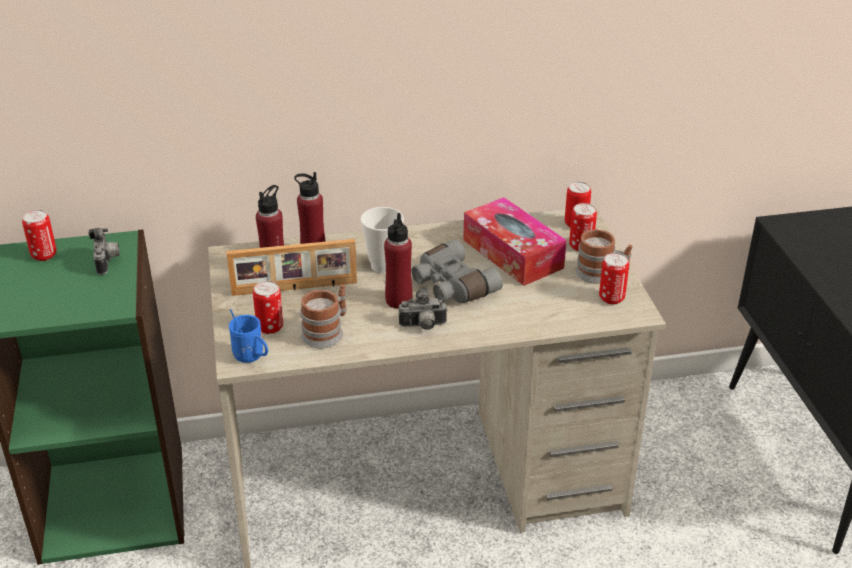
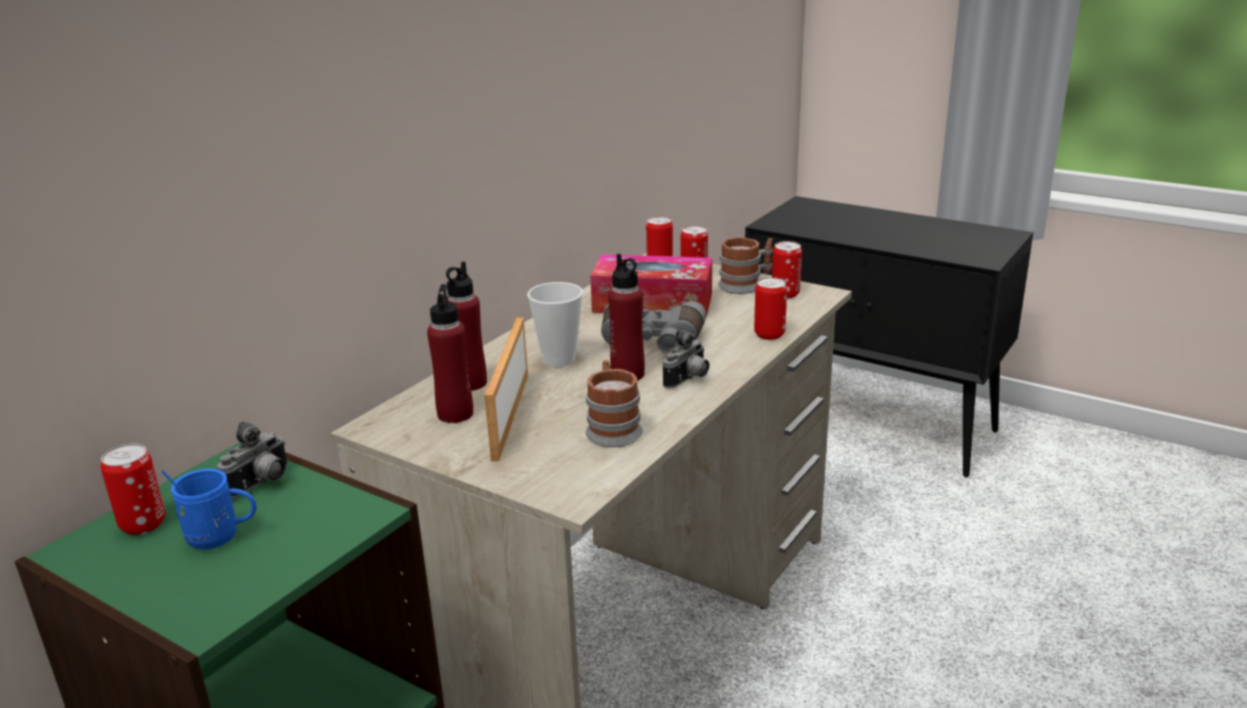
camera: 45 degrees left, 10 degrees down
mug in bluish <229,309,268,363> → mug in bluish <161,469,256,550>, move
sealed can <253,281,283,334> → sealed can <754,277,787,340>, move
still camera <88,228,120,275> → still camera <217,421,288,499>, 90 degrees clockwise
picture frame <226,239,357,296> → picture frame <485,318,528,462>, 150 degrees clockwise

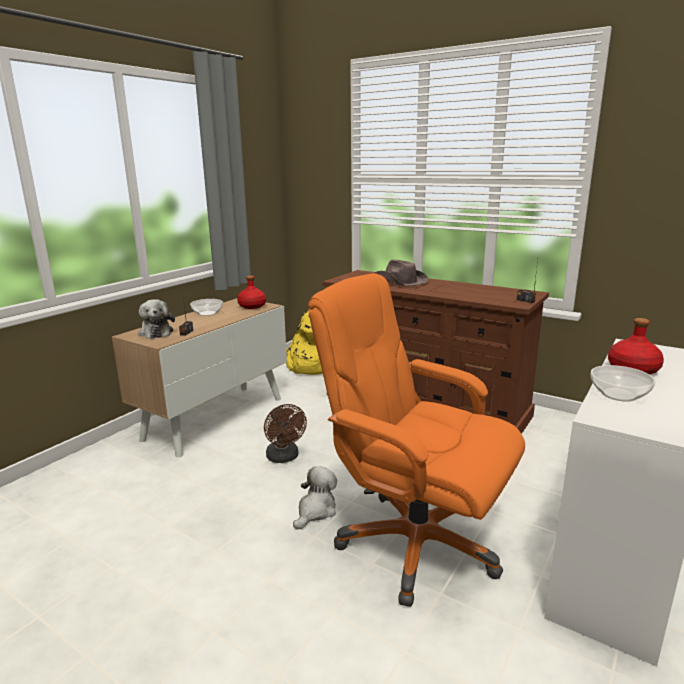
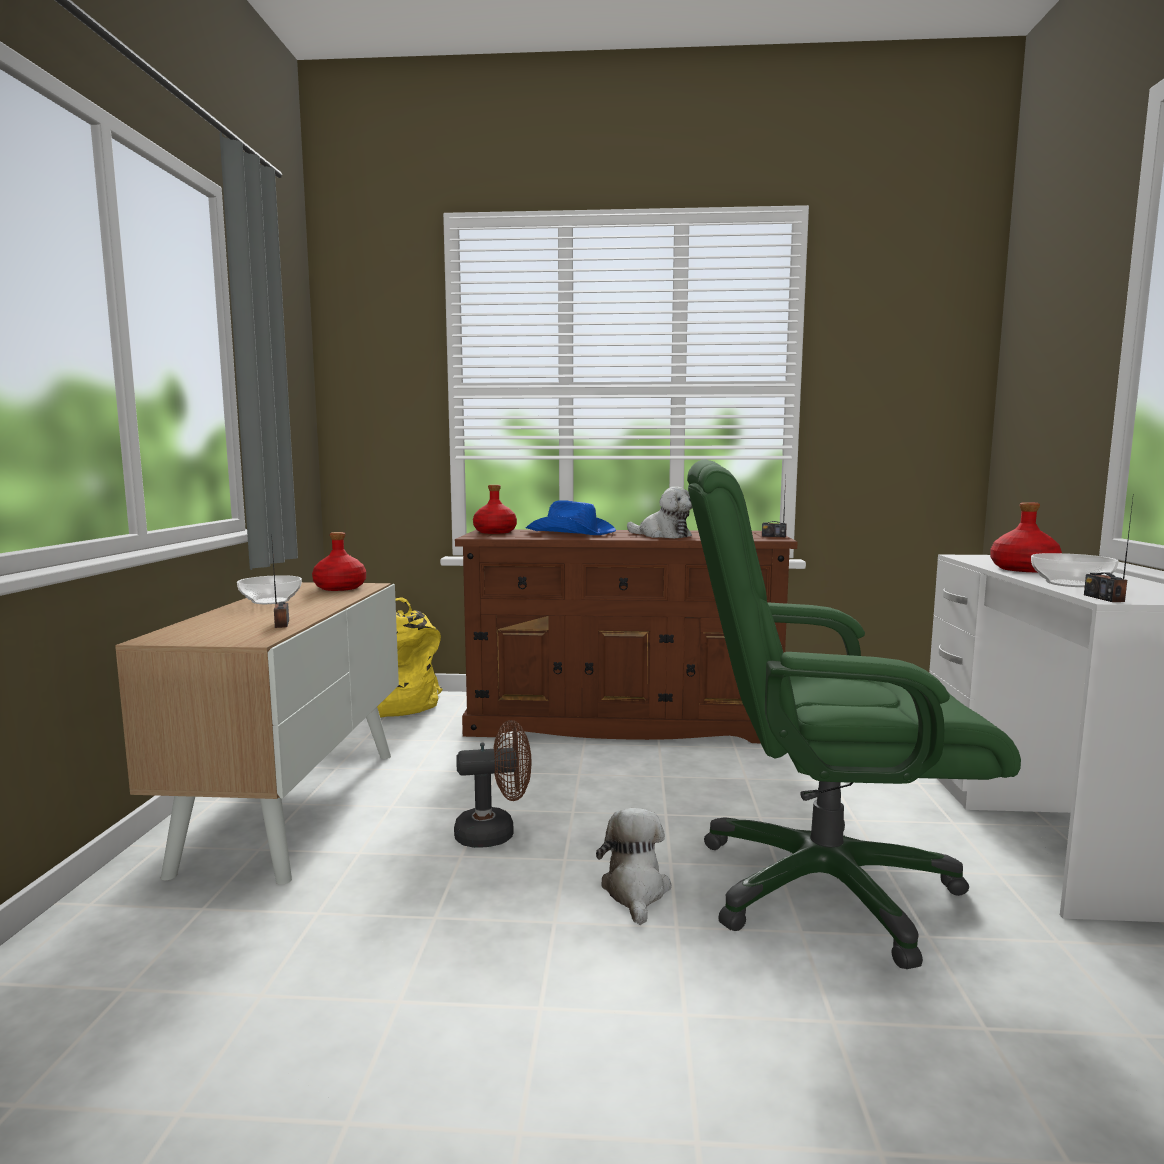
camera: 30 degrees left, 10 degrees down
- → beverage bottle in red <473,485,517,534>
- → radio <1084,499,1133,602>
cuddly toy <138,299,175,339> → cuddly toy <627,487,692,538>, move
office chair in orangey <308,273,525,607> → office chair in greenish <687,459,1021,969>
clothing hat in brown <375,260,429,286> → clothing hat in bluish <526,500,616,535>
fan in brown <264,404,307,463> → fan in brown <454,720,531,848>, 45 degrees counterclockwise

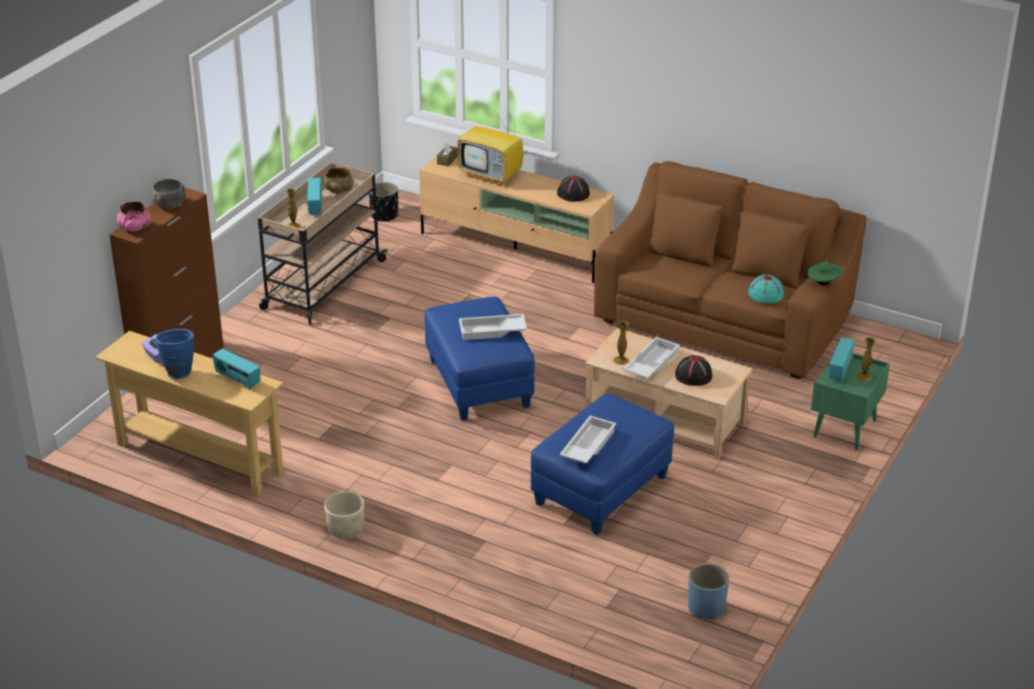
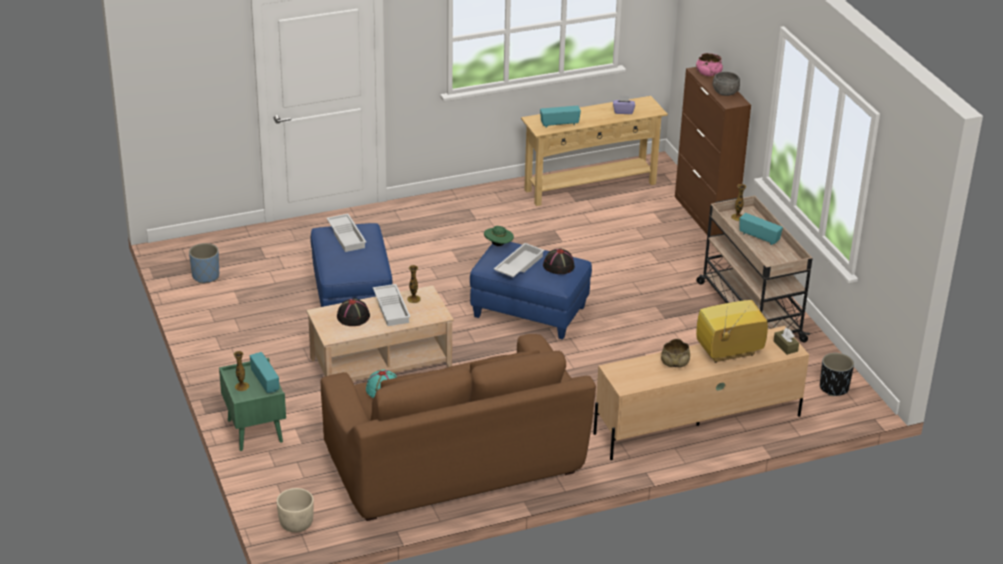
camera: 130 degrees right, 0 degrees up
flower vase in bluish <155,329,194,379> → -
deep dish in beige <323,168,354,193> → deep dish in beige <661,339,690,367>, move
flower pot in beige <324,491,364,539> → flower pot in beige <277,488,314,533>, move
clothing hat in black-coloured <557,176,590,202> → clothing hat in black-coloured <543,248,575,274>, move
clothing hat in greenish <807,260,842,285> → clothing hat in greenish <484,226,514,246>, move

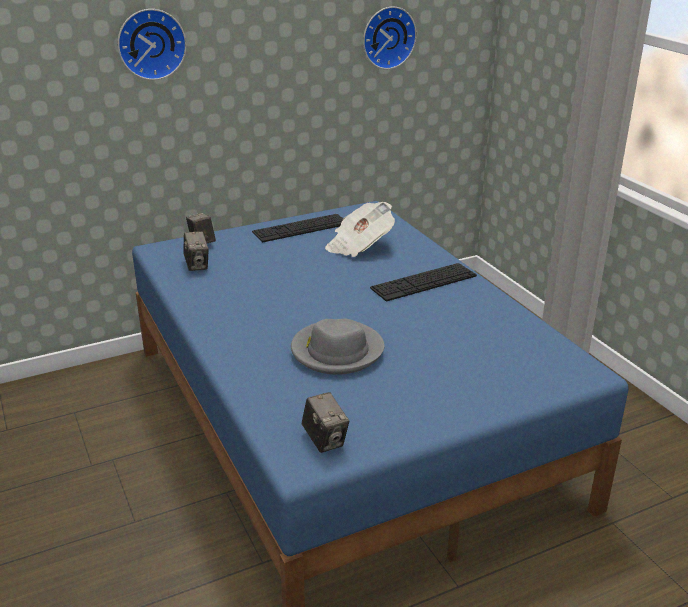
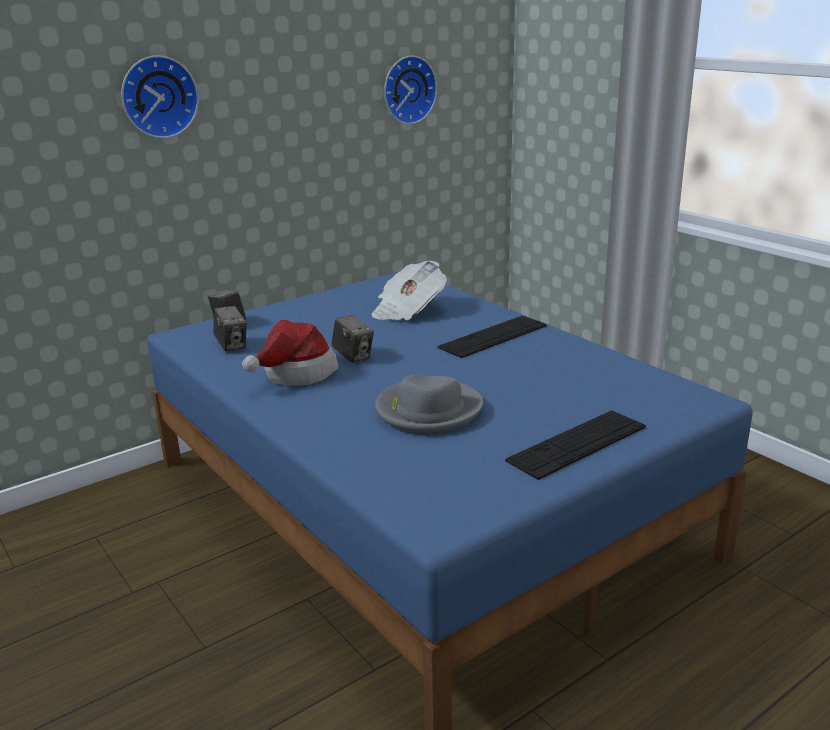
camera: 10 degrees left, 5 degrees down
- → clothing hat <242,319,338,386>
PC keyboard <252,214,343,242> → PC keyboard <505,410,646,480>, move
still camera <301,392,349,453> → still camera <331,315,374,363>, move

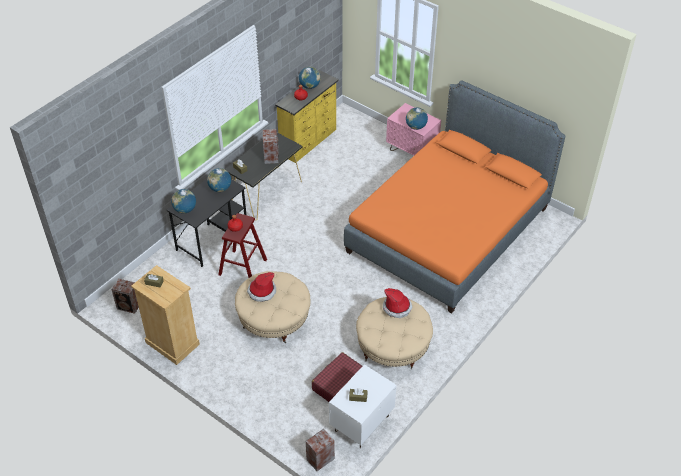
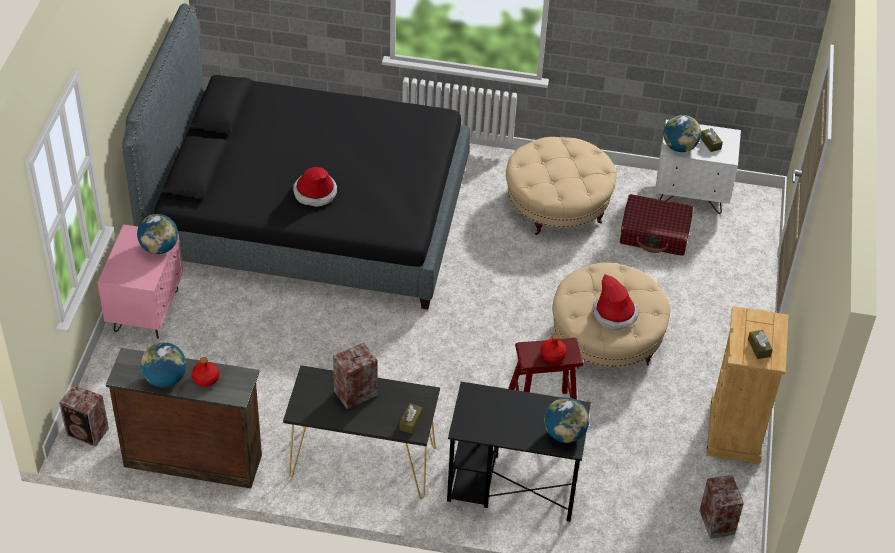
camera: 120 degrees left, 0 degrees up
desk globe <207,168,231,192> → desk globe <663,115,701,152>, move
audio speaker <306,429,335,471> → audio speaker <59,385,109,447>, move
clothing hat <383,288,412,318> → clothing hat <293,167,337,207>, move
drawer chest in yellowish <275,71,339,163> → drawer chest in brown <106,348,262,488>
bedroom bed in orangey <344,81,565,313> → bedroom bed in black-coloured <122,3,470,309>

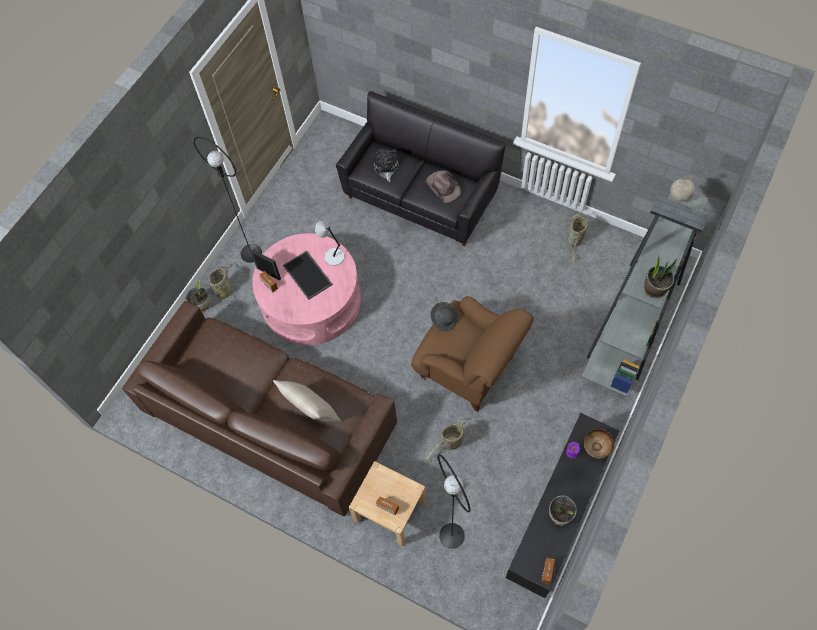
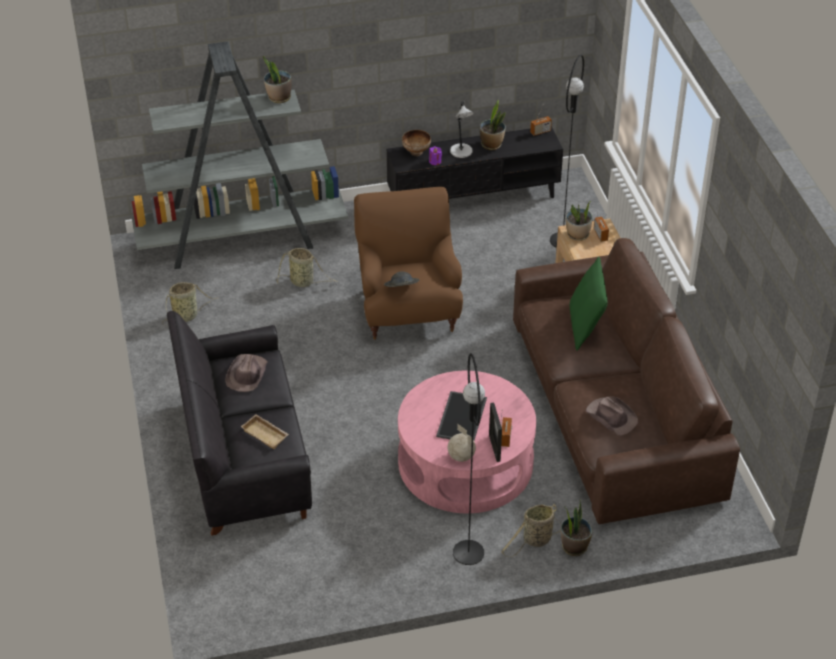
camera: 135 degrees left, 20 degrees down
- → houseplant <566,201,593,241>
- → clothing hat in brown <586,396,638,436>
table lamp in greyish <315,221,345,266> → table lamp in greyish <450,101,474,158>, move
storage basket <426,419,471,463> → storage basket <277,248,338,287>, move
desk globe <671,175,695,202> → desk globe <448,424,476,462>, move
cuddly toy <372,149,399,182> → tray in beige <241,414,289,449>
cushion in beige <273,380,341,422> → cushion in greenish <570,257,608,351>

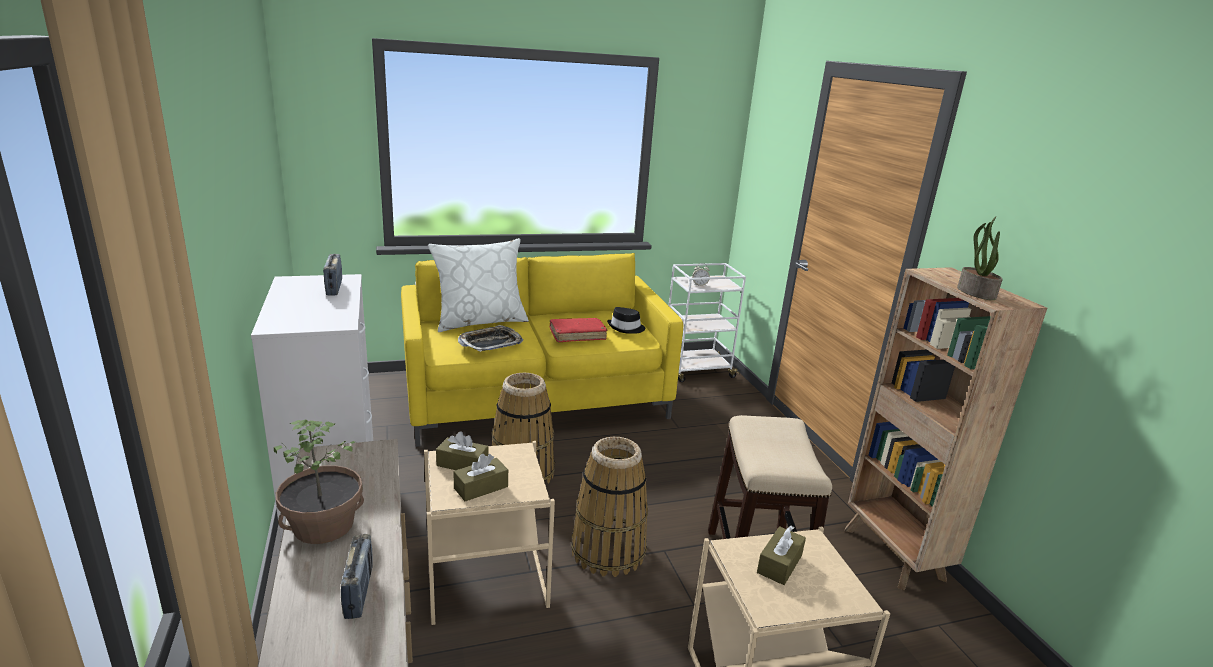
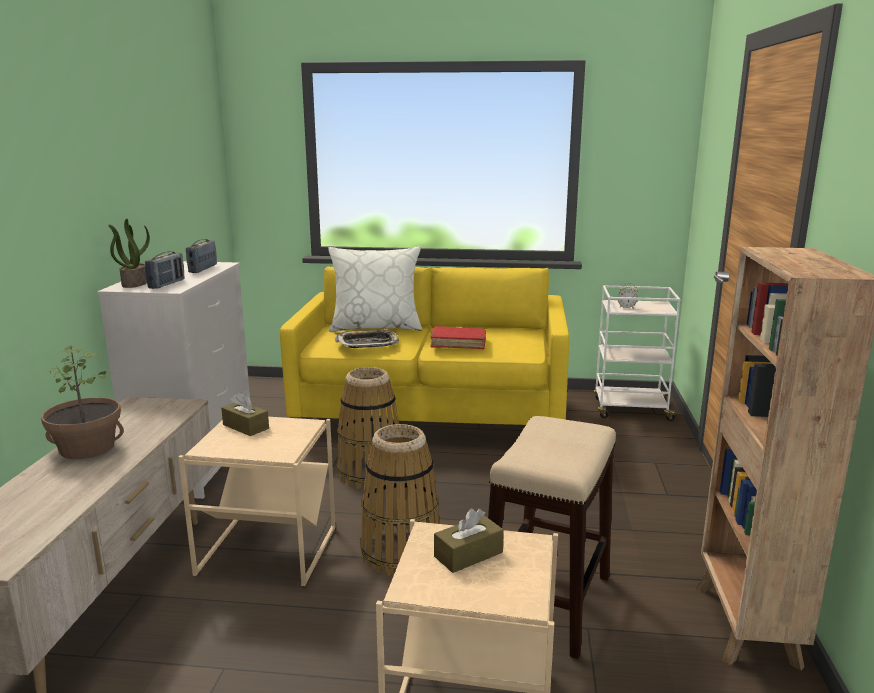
camera: 25 degrees right, 5 degrees down
tissue box in brown <453,454,508,501> → -
clothing hat in black-coloured <607,307,645,334> → -
radio <341,534,373,619> → radio <145,251,185,289>, move
houseplant <957,217,1003,300> → houseplant <108,219,150,288>, move

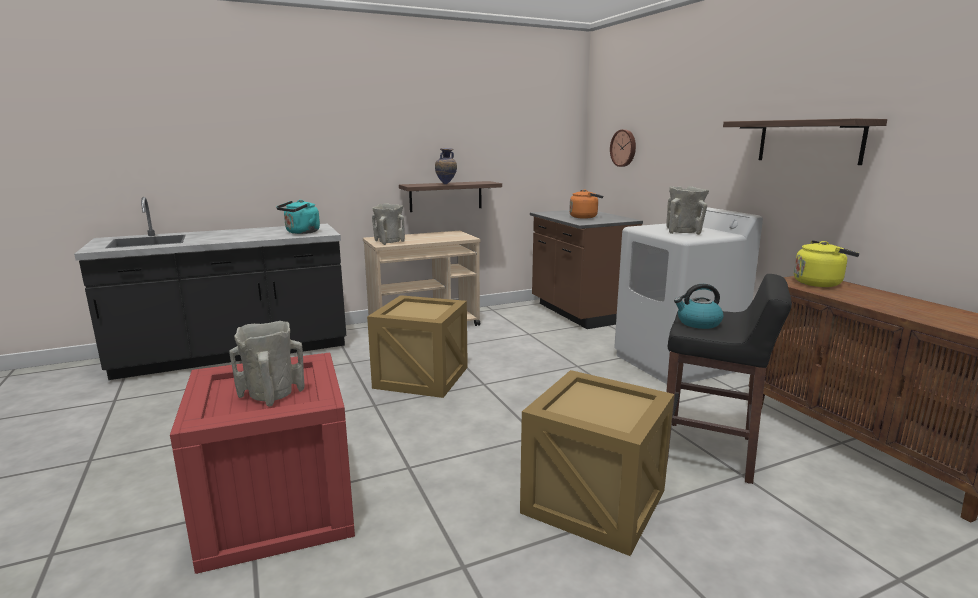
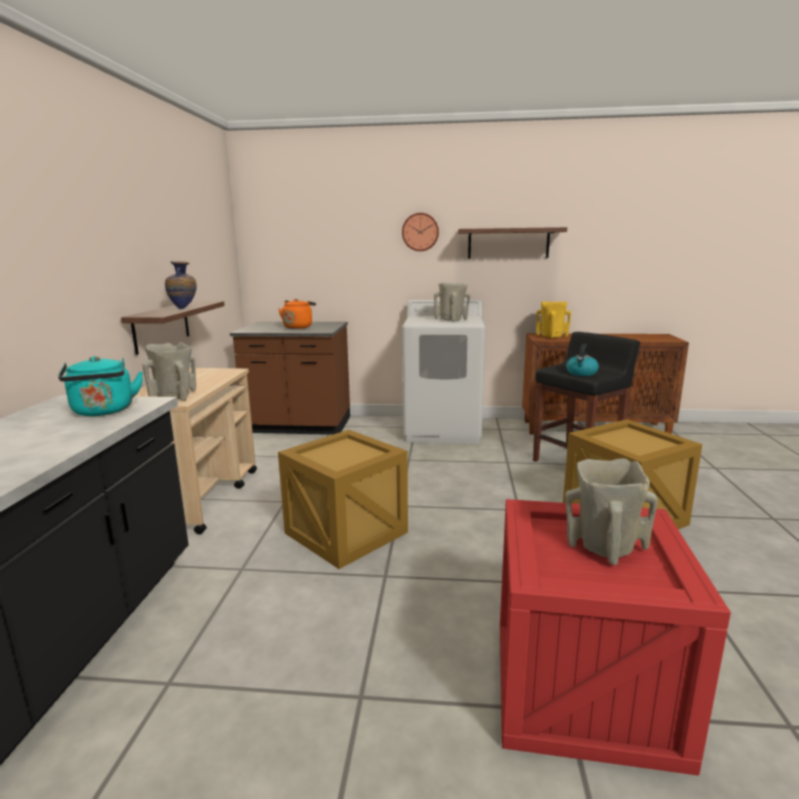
camera: 60 degrees left, 0 degrees up
clock on the wall <610,130,636,167> → clock on the wall <402,213,439,251>, move
tea kettle in yellowish <794,240,860,287> → flower vase in yellowish <536,301,571,338>

